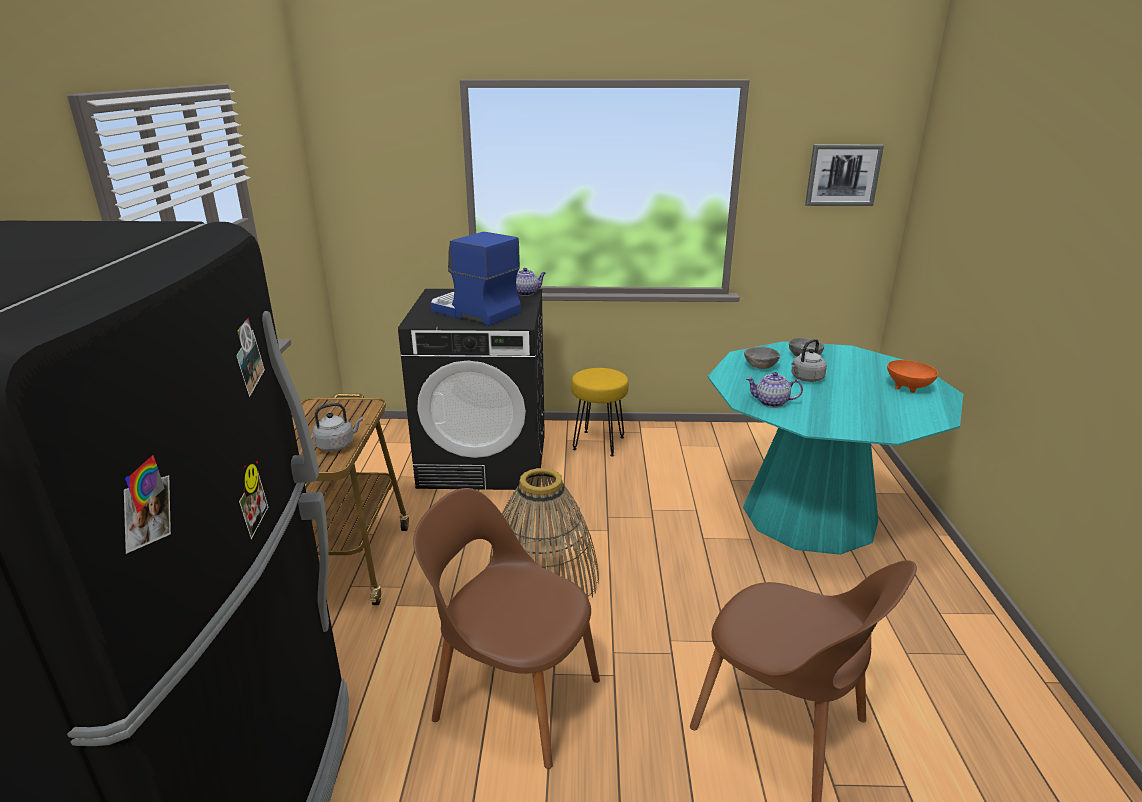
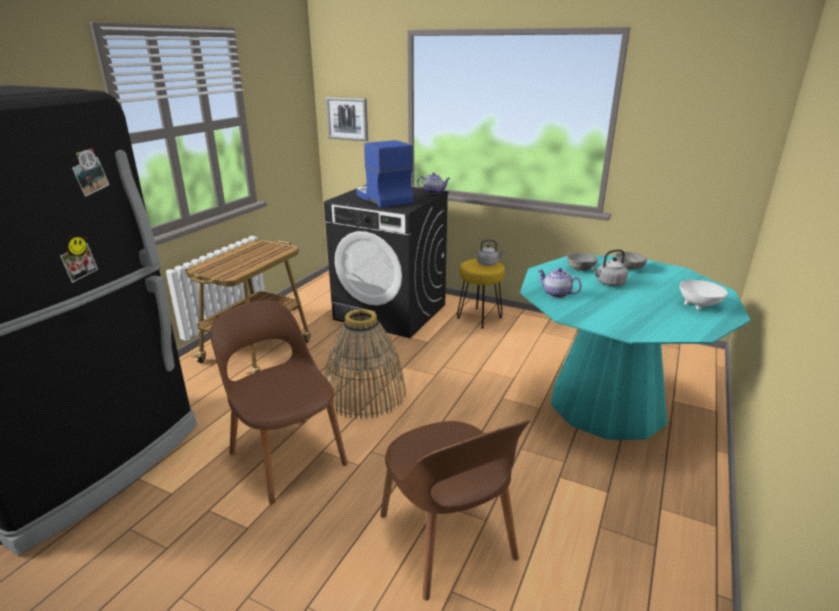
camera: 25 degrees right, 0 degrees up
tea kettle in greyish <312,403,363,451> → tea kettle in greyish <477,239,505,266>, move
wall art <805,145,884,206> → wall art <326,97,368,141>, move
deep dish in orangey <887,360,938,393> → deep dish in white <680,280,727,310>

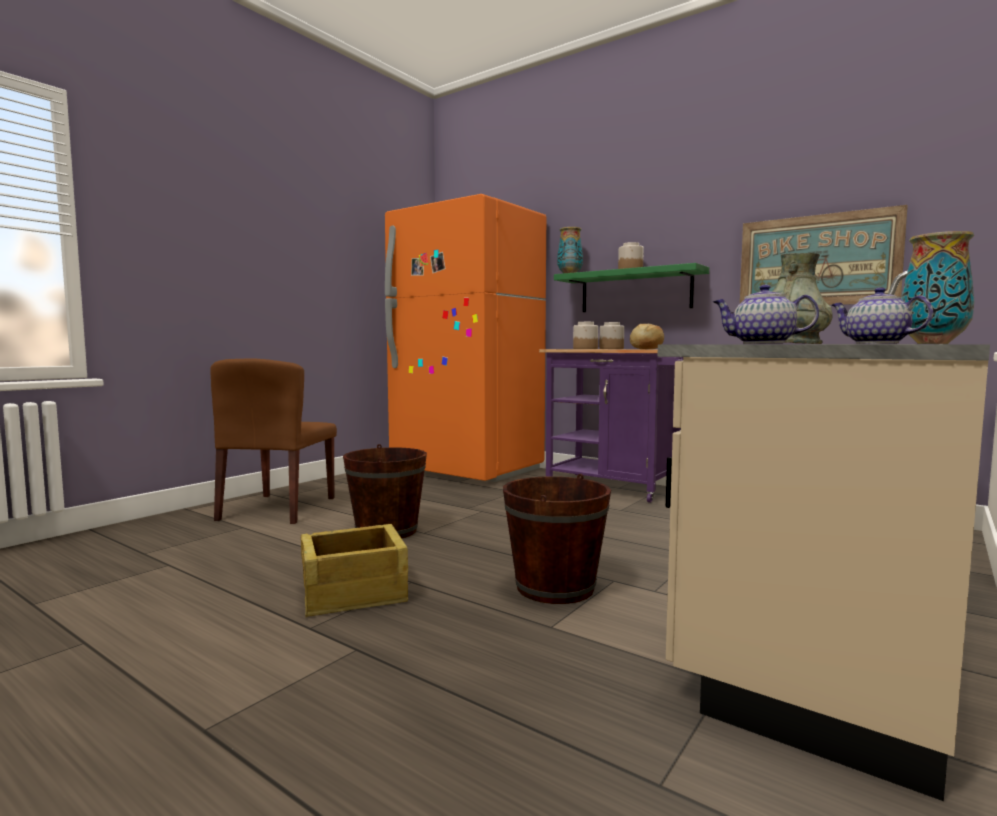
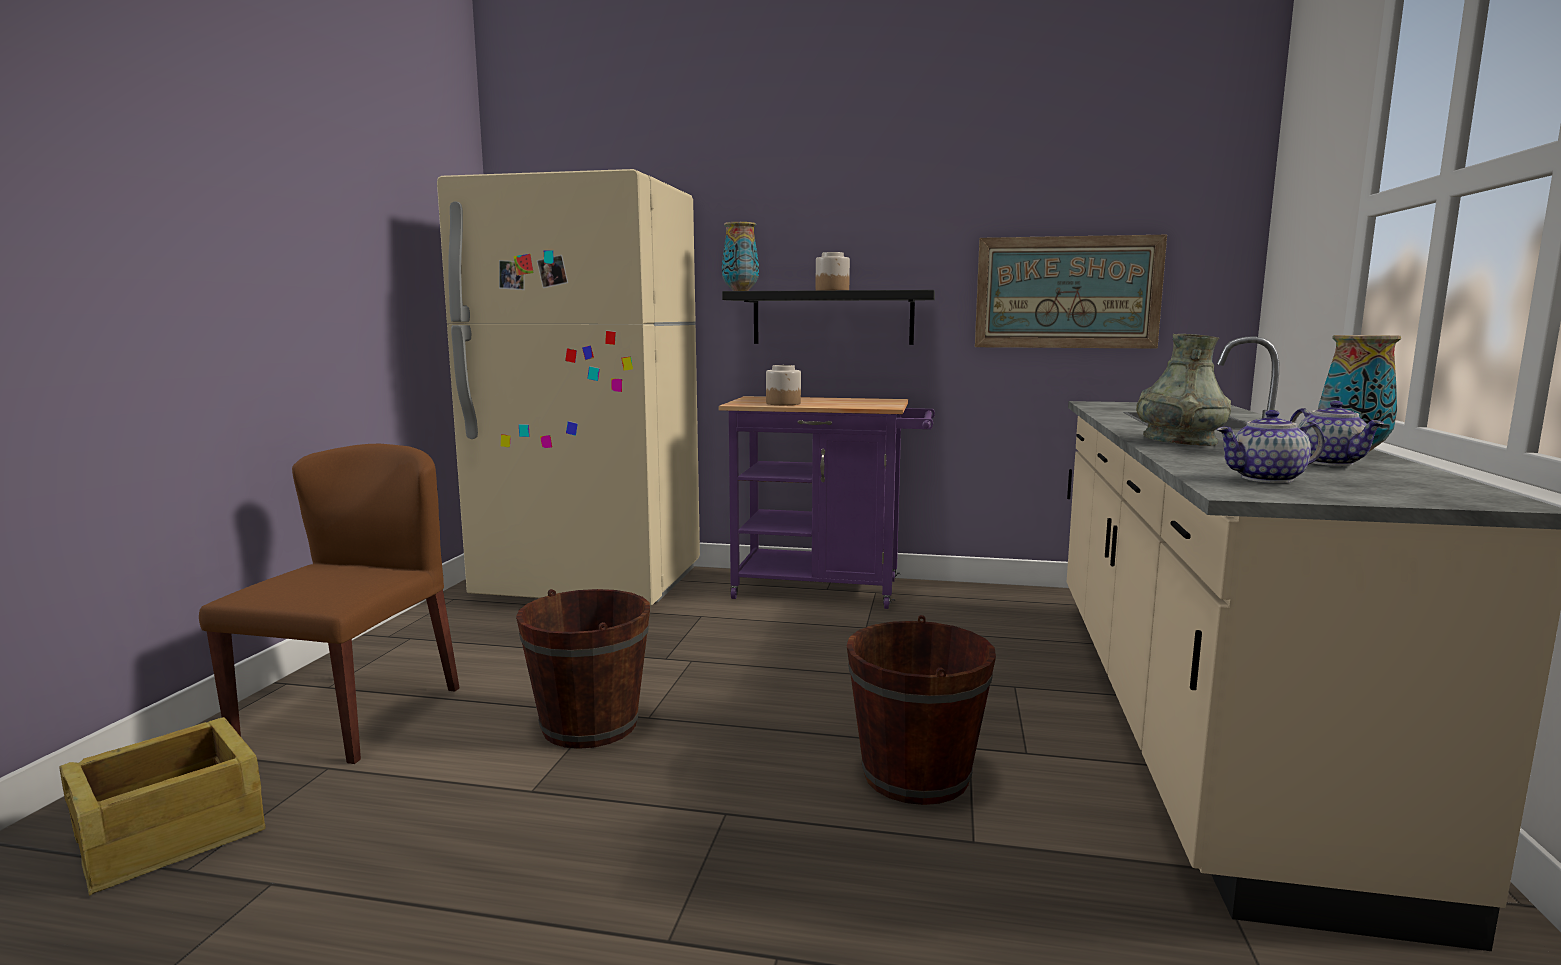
camera: 25 degrees left, 5 degrees up
storage jar <599,322,624,349> → -
bread <630,324,664,349> → -
shipping crate <301,524,408,617> → shipping crate <59,717,266,896>, move
kitchen fridge in orangey <385,194,546,482> → kitchen fridge in beige <437,169,700,606>
shelf in greenish <554,263,709,312> → shelf in black-coloured <722,290,935,345>
plain chair in brown <210,358,337,524> → plain chair in brown <199,444,459,764>, 150 degrees counterclockwise
pot for tea <831,287,933,344> → pot for tea <1290,401,1384,466>, 135 degrees counterclockwise

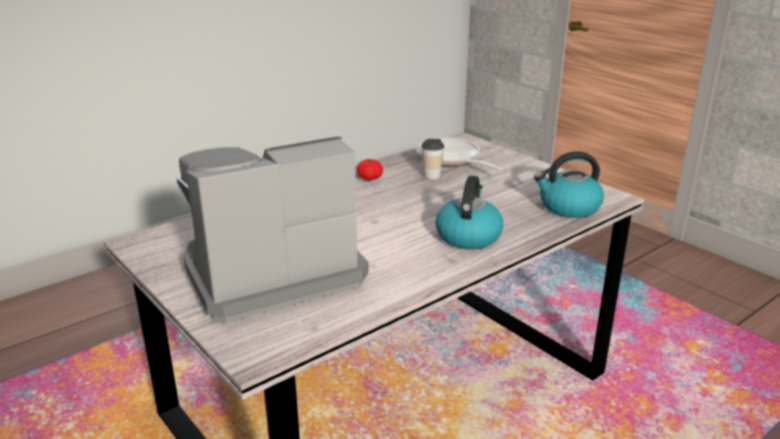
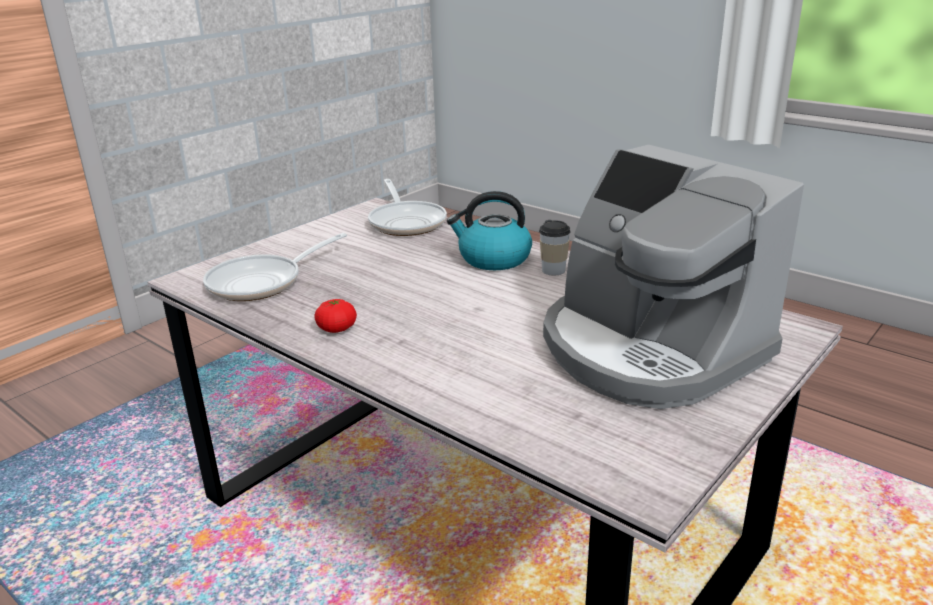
camera: 100 degrees left, 0 degrees up
drinking cup <421,139,444,179> → drinking cup <539,220,571,276>, move
tea kettle <534,151,604,218> → skillet <368,179,447,236>

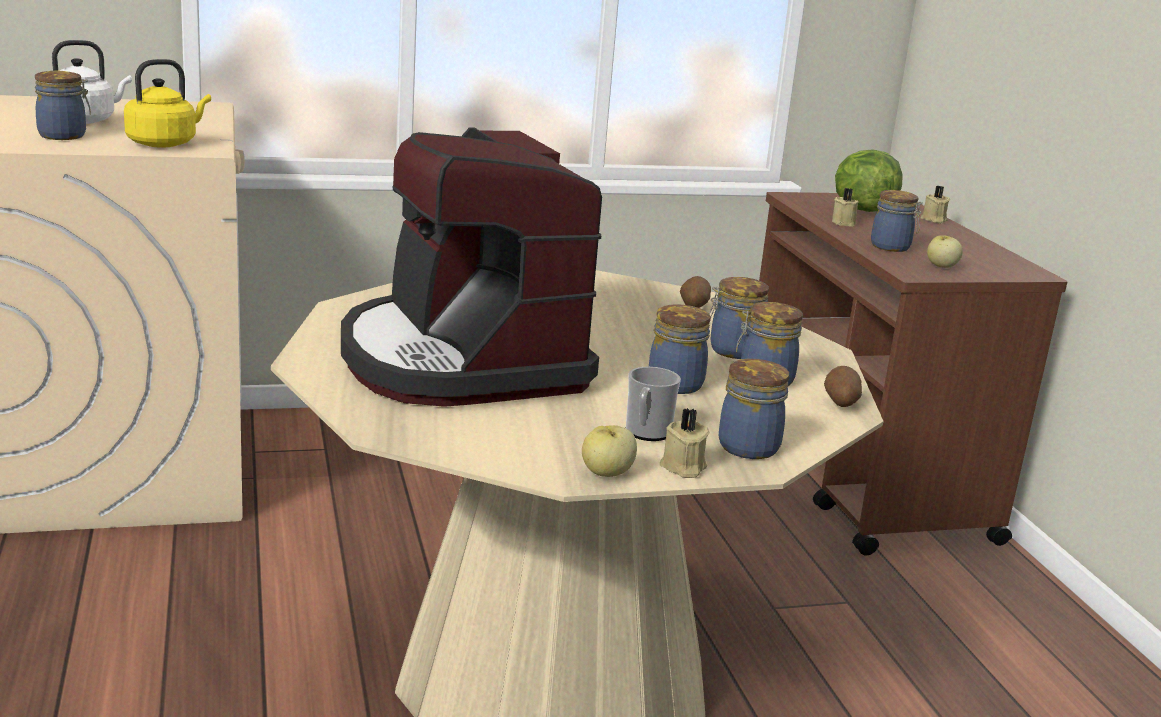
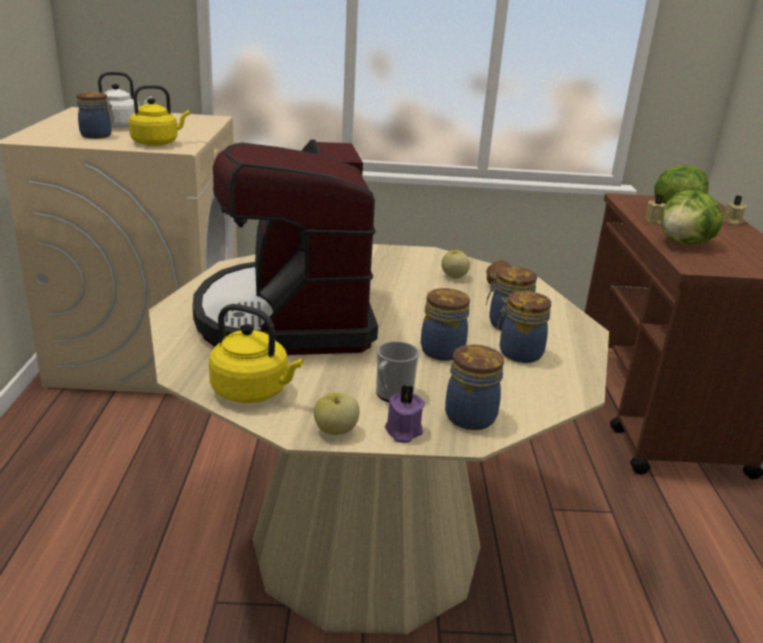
camera: 15 degrees right, 5 degrees up
potato <824,366,862,407> → -
- → tea kettle in yellowish <209,304,303,403>
apple <927,235,963,268> → apple <441,250,470,278>, move
storage jar <871,190,923,252> → lettuce head <661,190,723,244>
candle in beige <660,408,710,478> → candle in purple <385,385,425,443>

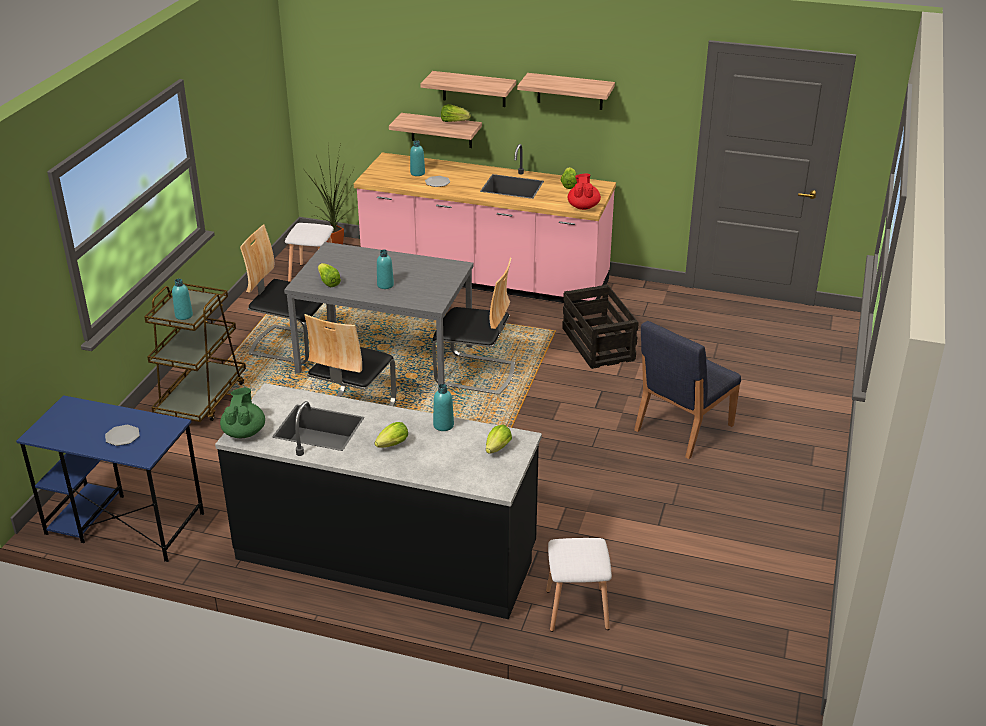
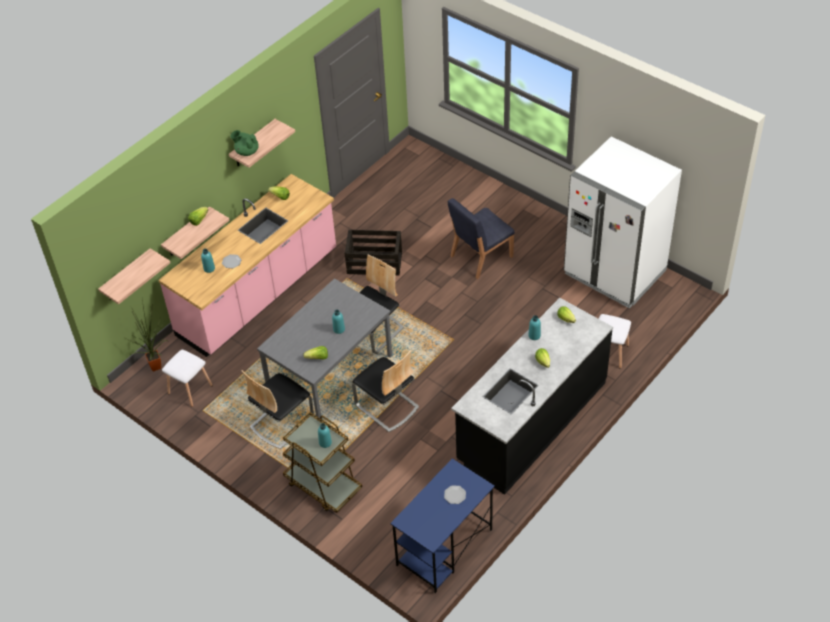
camera: 65 degrees left, 15 degrees up
pot for tea in red <568,174,601,210> → -
- → kitchen fridge in white <564,136,682,308>
pot for tea in greenish <220,388,265,438> → pot for tea in greenish <231,130,259,156>, move
shelf <420,71,516,107> → shelf <98,248,170,304>, move
plain chair in bluish <634,321,741,459> → plain chair in bluish <448,198,515,279>, 75 degrees clockwise

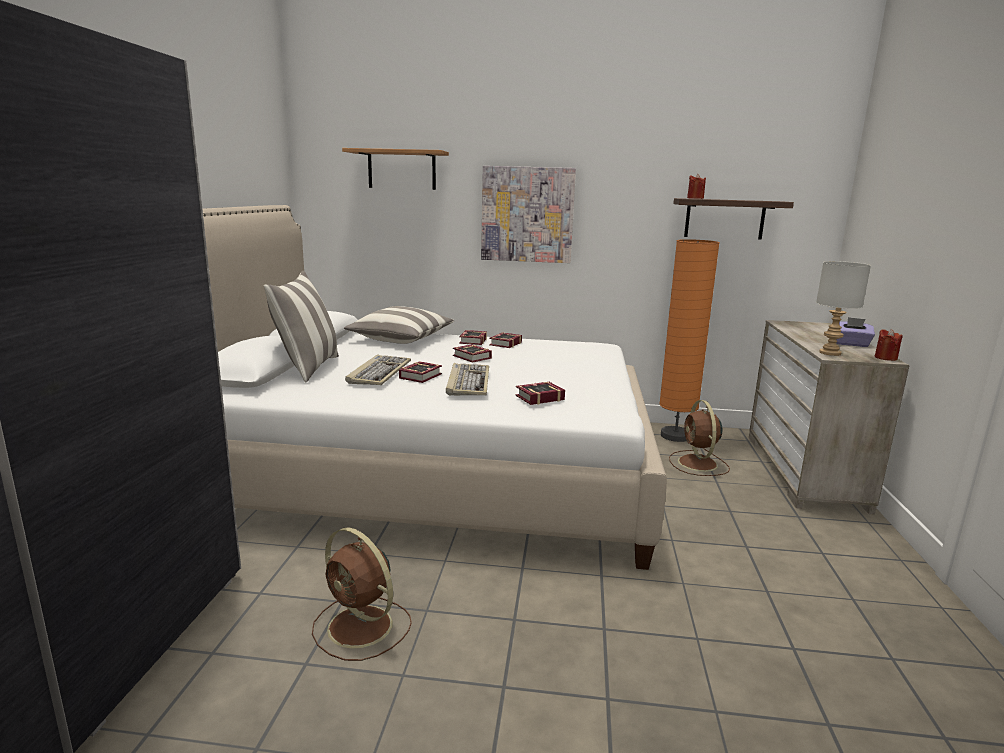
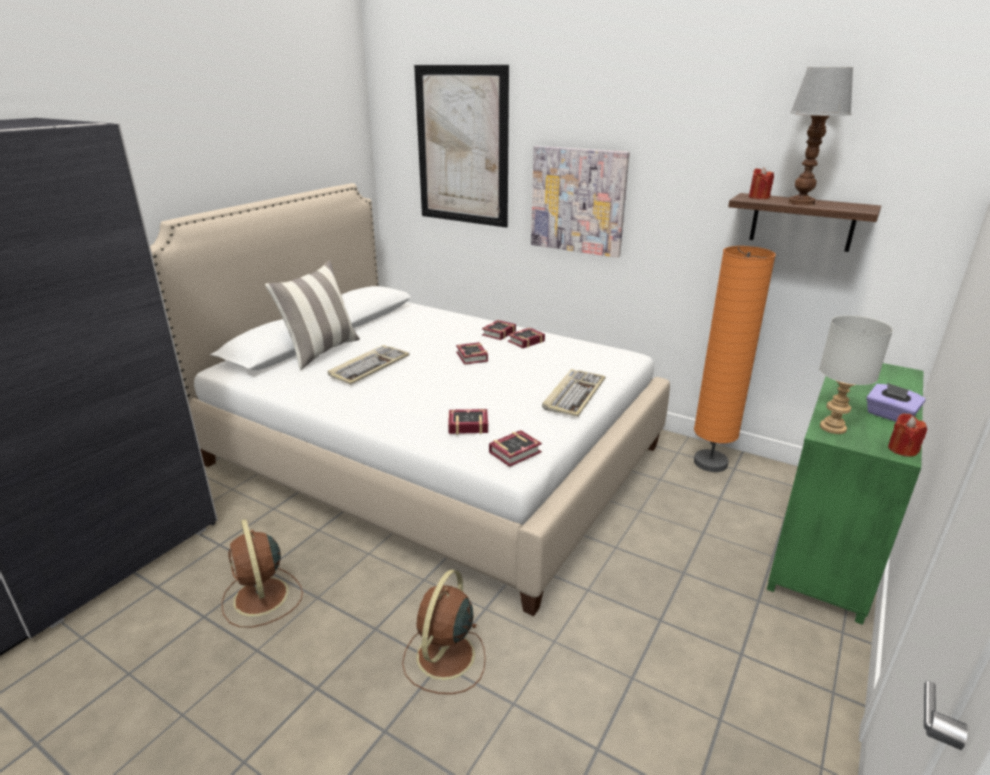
camera: 25 degrees right, 10 degrees up
cushion <344,306,454,344> → -
- → table lamp <788,67,853,206>
book <399,361,442,383> → book <489,430,542,467>, move
PC keyboard <446,363,489,395> → PC keyboard <542,369,605,417>, move
fan in brown <669,400,730,476> → fan in brown <402,570,486,694>, move
shelf <342,148,449,190> → wall art <414,65,509,228>
drawer chest in beige <749,320,910,515> → drawer chest in greenish <767,363,923,625>

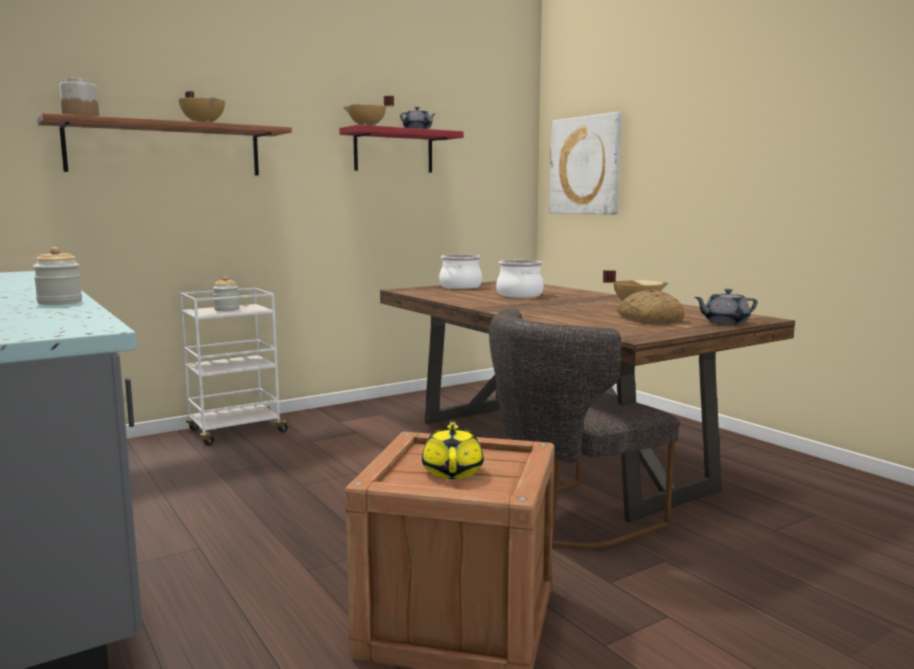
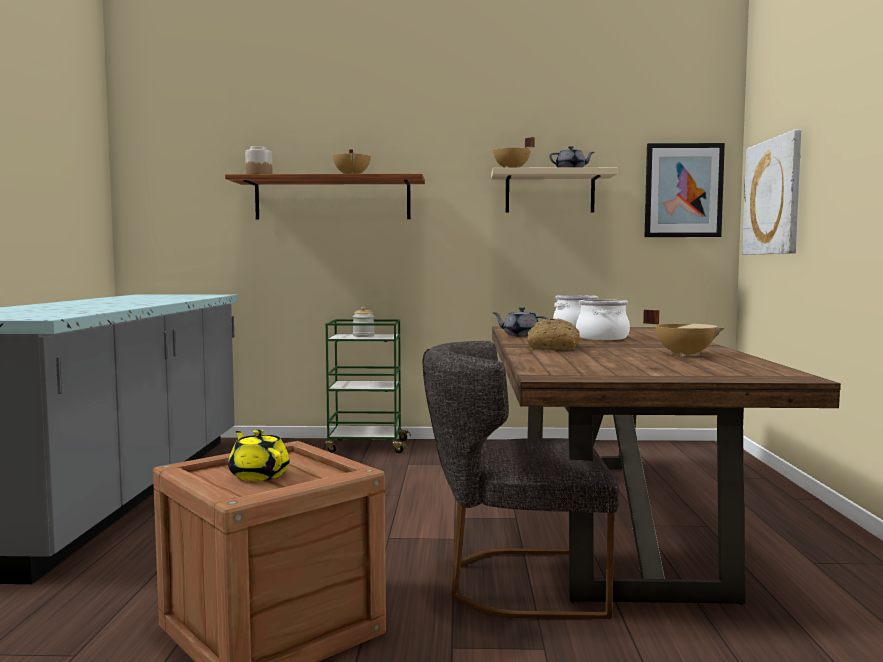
camera: 35 degrees right, 5 degrees down
storage jar <33,247,82,305> → -
- → wall art <645,143,725,237>
bread <617,290,685,323> → bread <528,319,580,350>, move
pot for tea in greyish <694,289,757,325> → pot for tea in greyish <494,307,548,337>, move
cart in white <180,288,292,445> → cart in greenish <325,319,411,453>
shelf in red <339,125,464,172> → shelf in beige <491,167,618,213>
pot for tea in yellowish <422,420,483,479> → pot for tea in yellowish <228,430,290,481>, 75 degrees counterclockwise

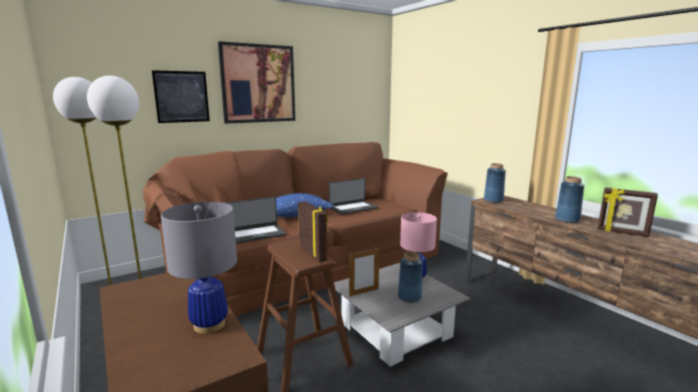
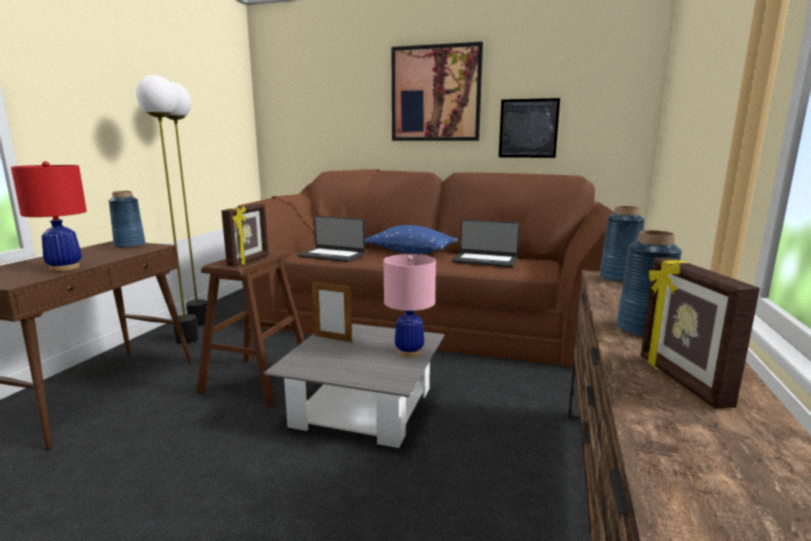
camera: 50 degrees right, 0 degrees up
wall art <152,70,210,123> → wall art <499,98,560,158>, move
flower vase in bluish <398,251,423,303> → flower vase in bluish <109,191,145,248>, move
table lamp in greyish <161,202,237,334> → table lamp in red <11,161,87,271>

